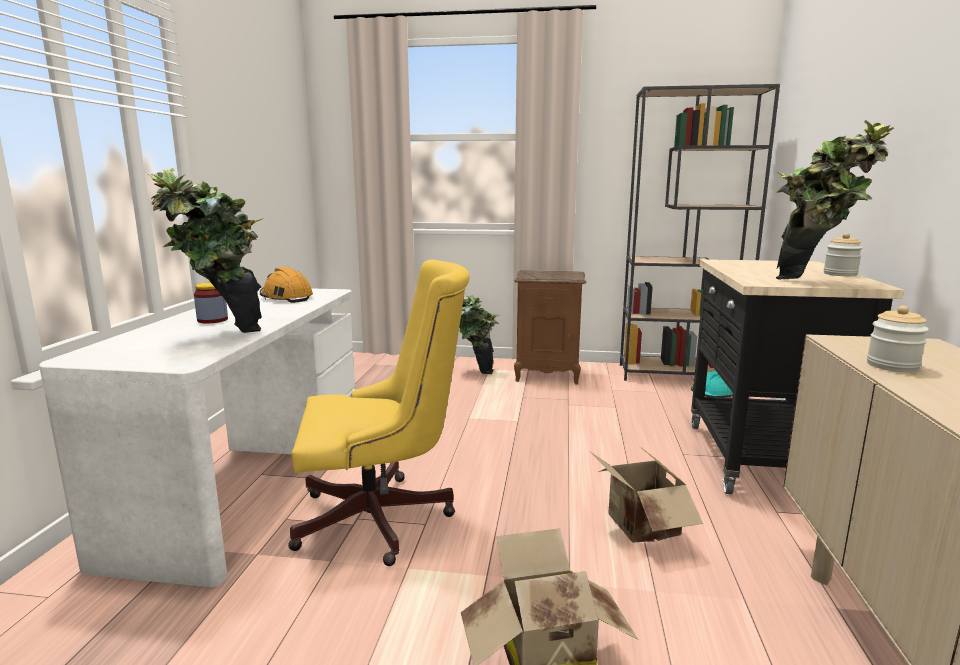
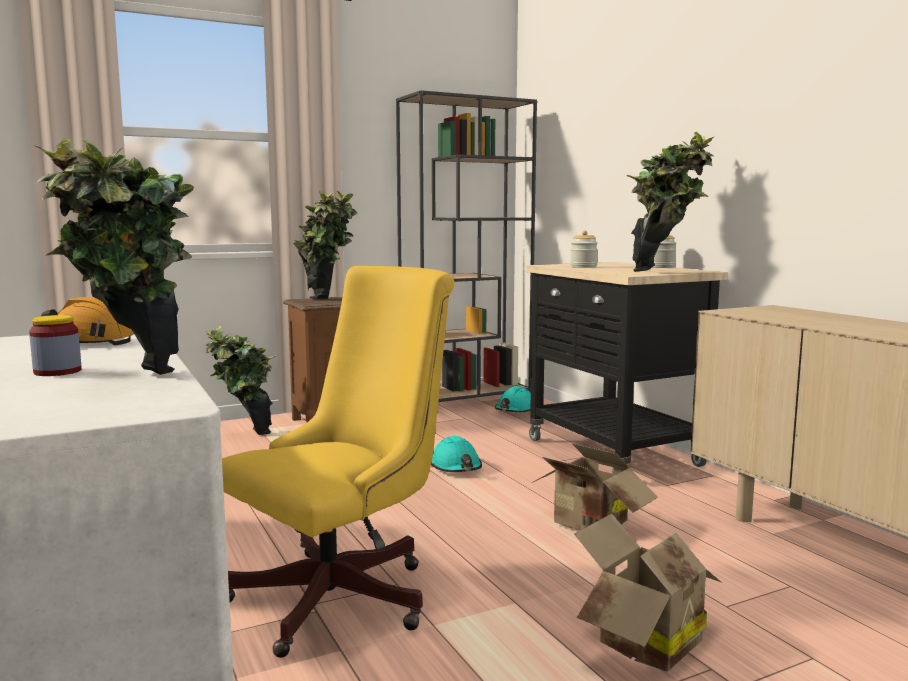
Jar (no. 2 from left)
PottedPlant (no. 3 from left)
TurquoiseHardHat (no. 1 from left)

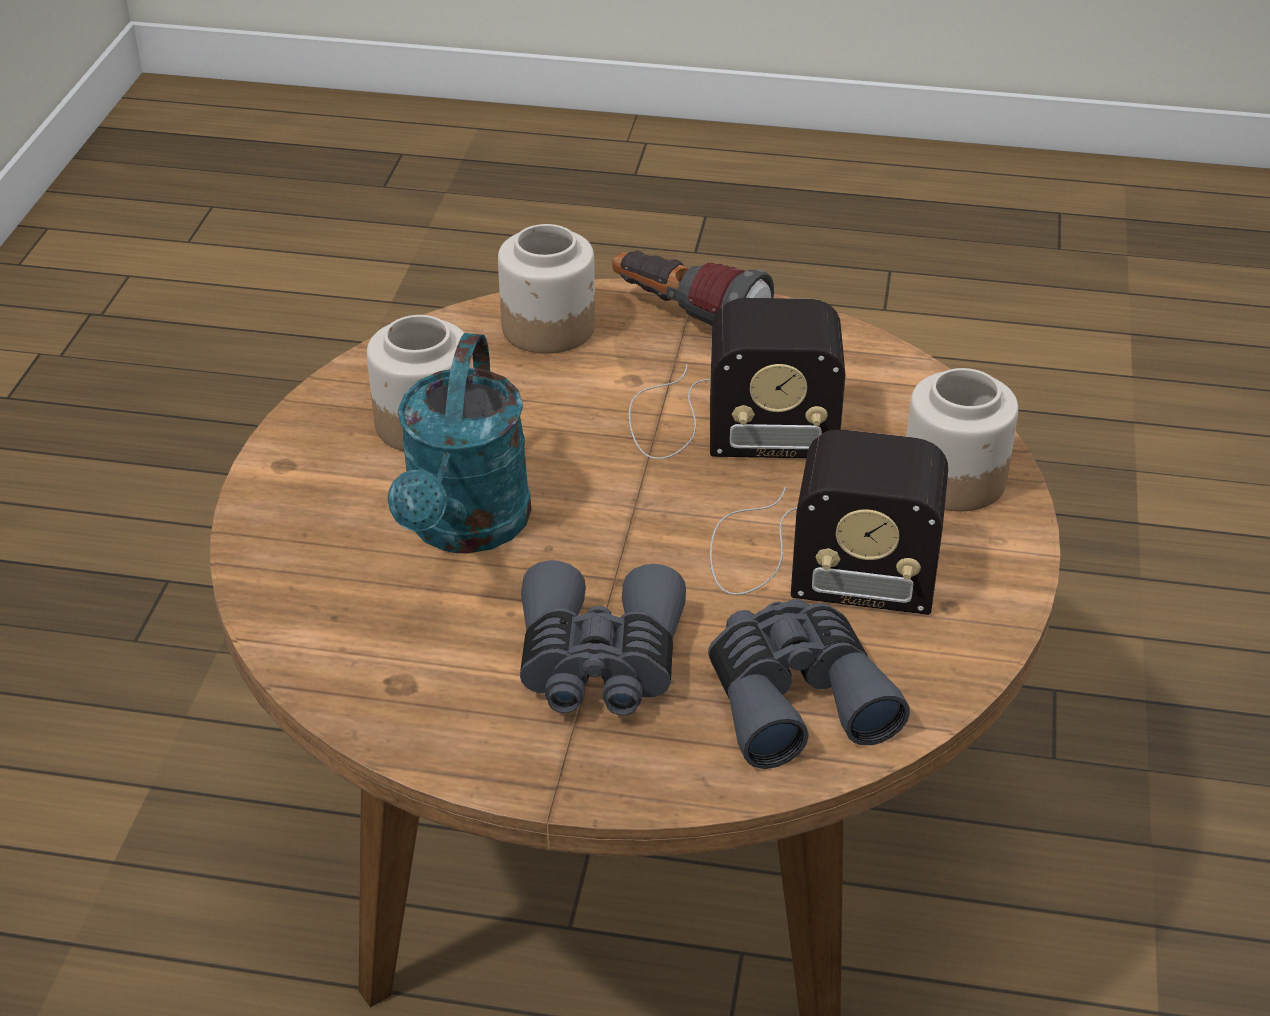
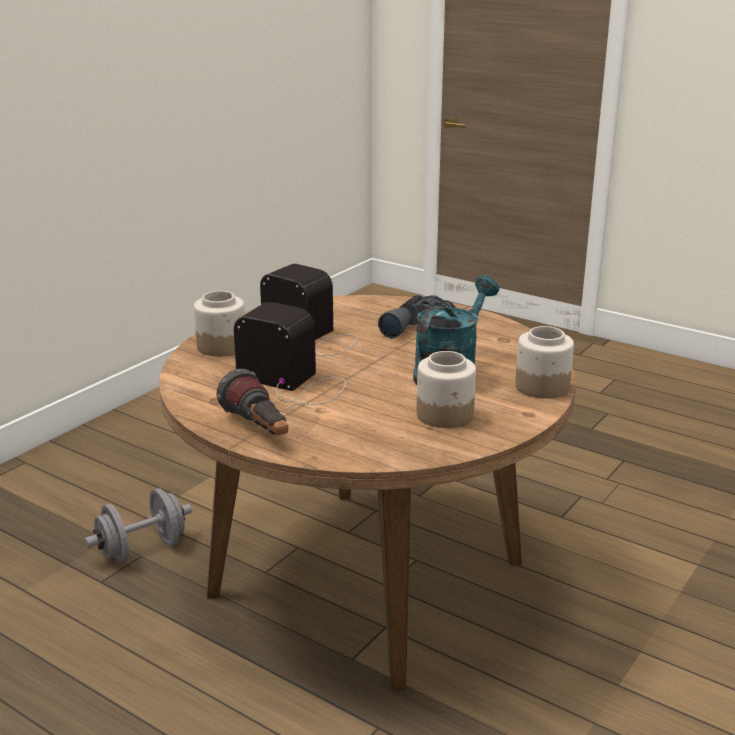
Jar (no. 3 from left)
GreyBinoculars (no. 2 from left in the first image)
GreyDumbbell

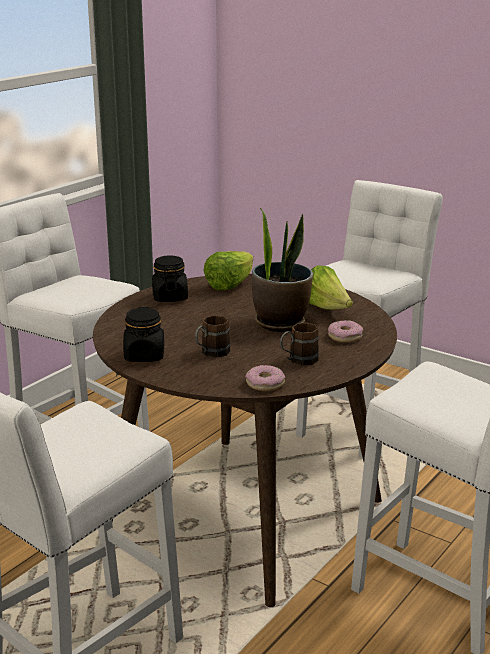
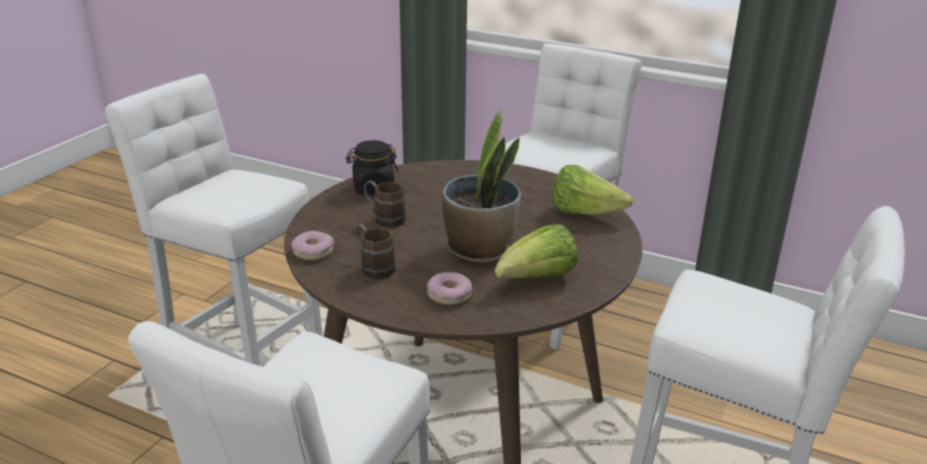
BlackJar (no. 2 from left in the first image)

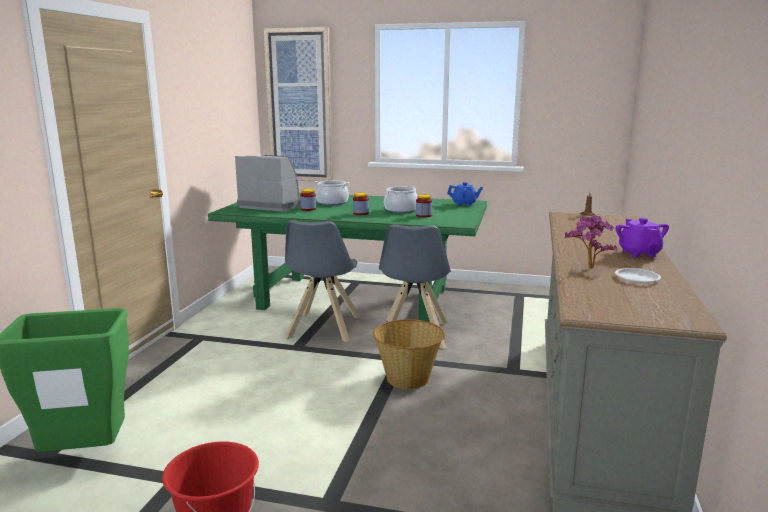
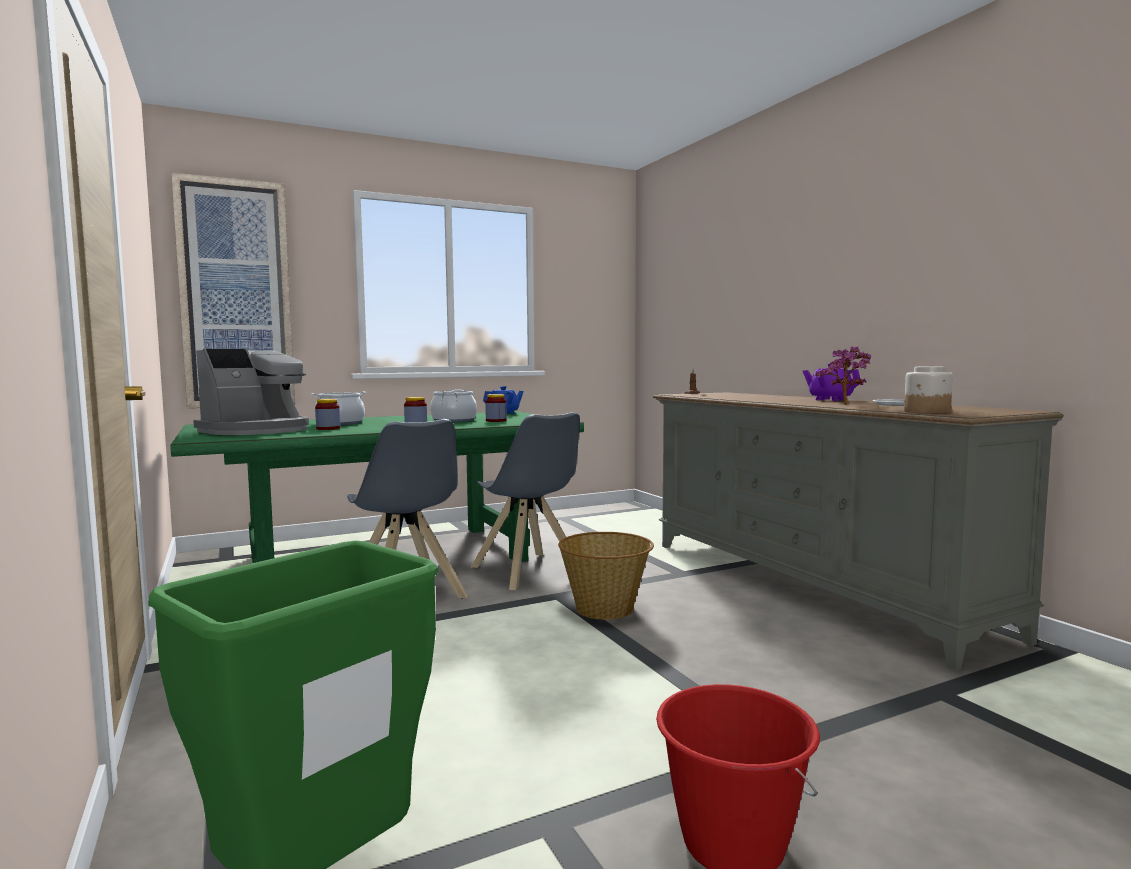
CoffeeMachine
Jar (no. 4 from left)

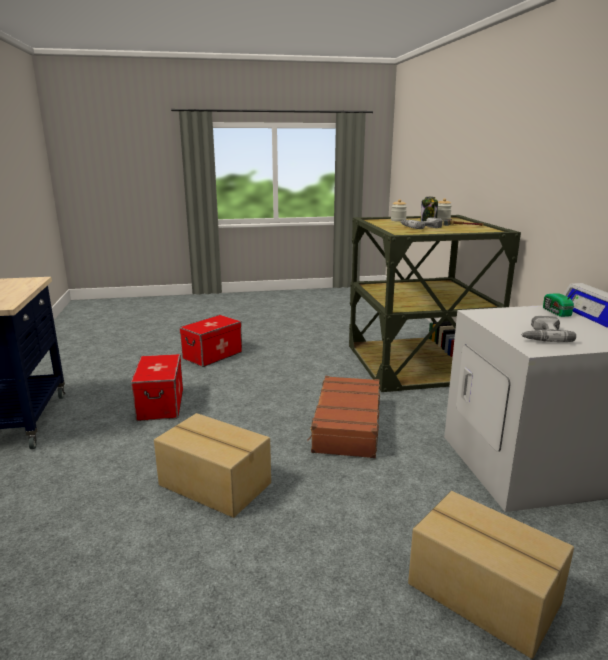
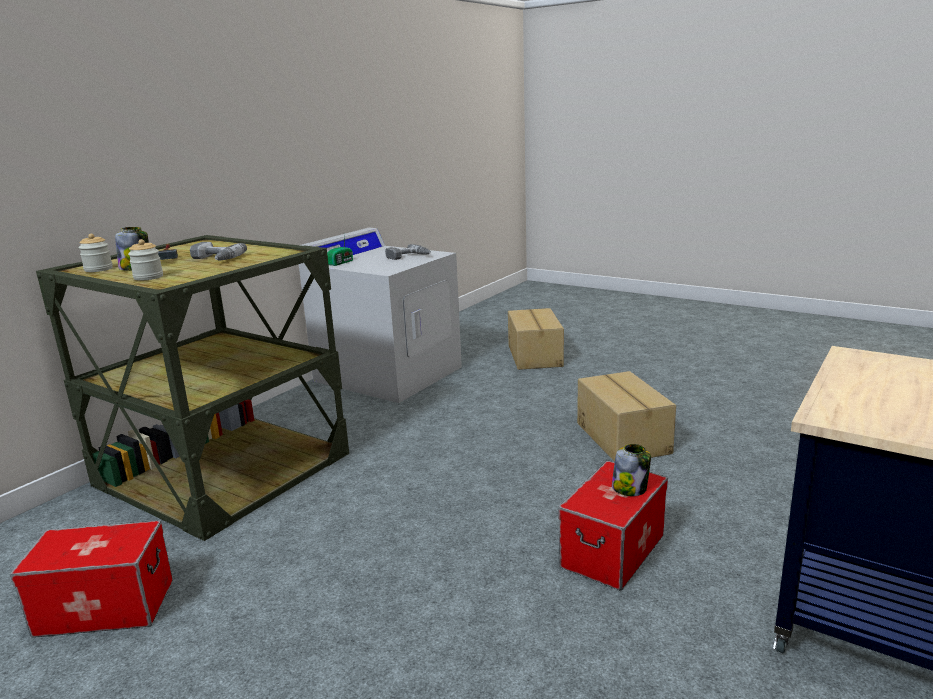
StorageBox (no. 1 from left)
BrownSuitcase
Jar (no. 4 from left)

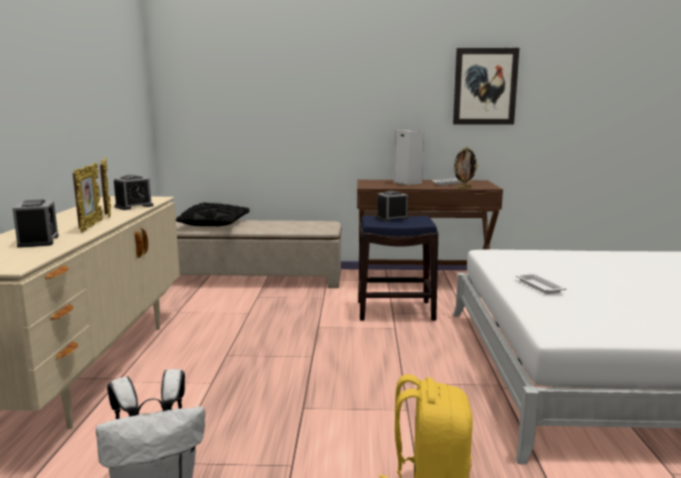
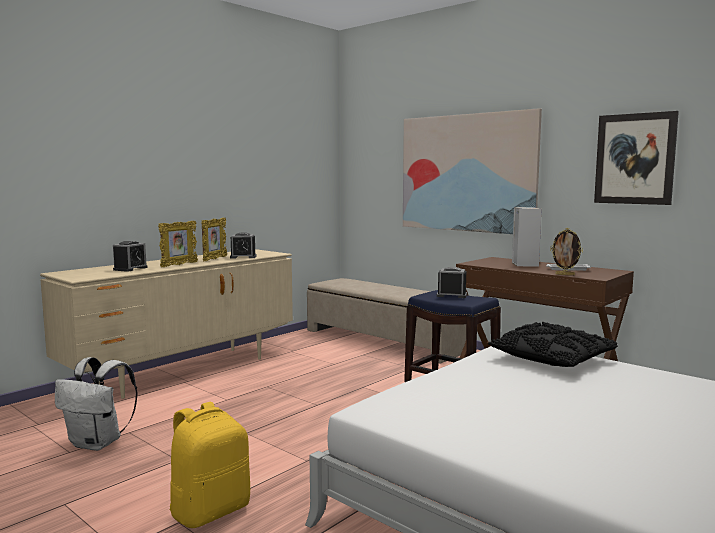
BlackPillow
WhiteTray (no. 2 from left in the first image)
Picture (no. 1 from left)

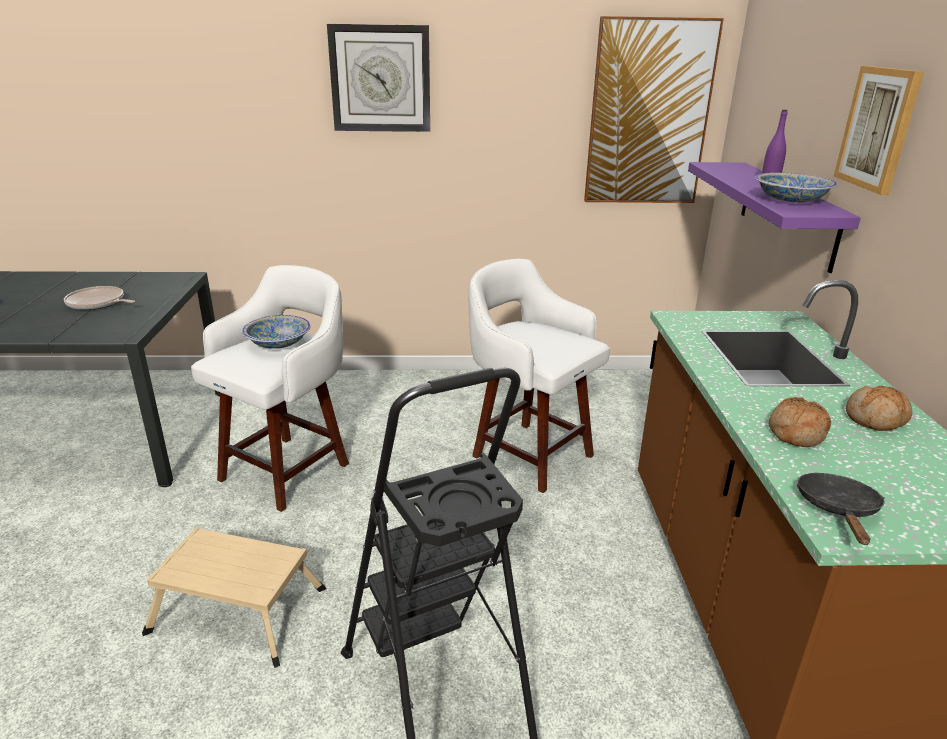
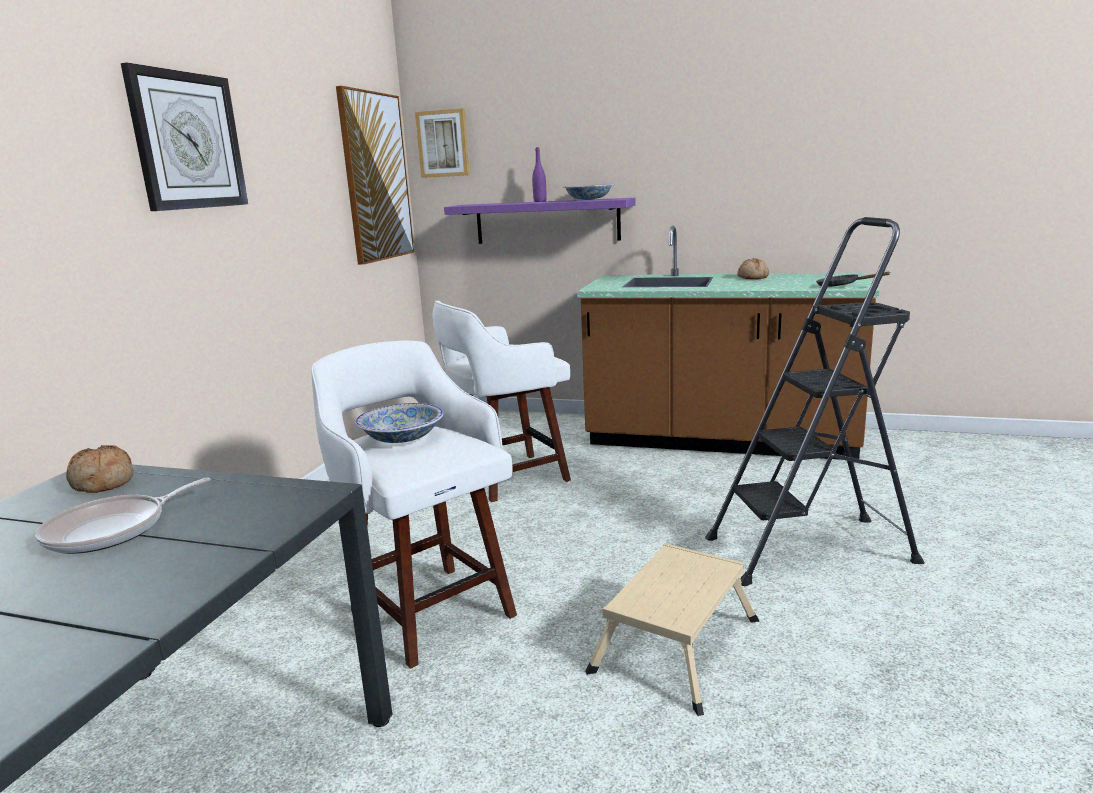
Picture (no. 2 from left)
Bread (no. 1 from left)

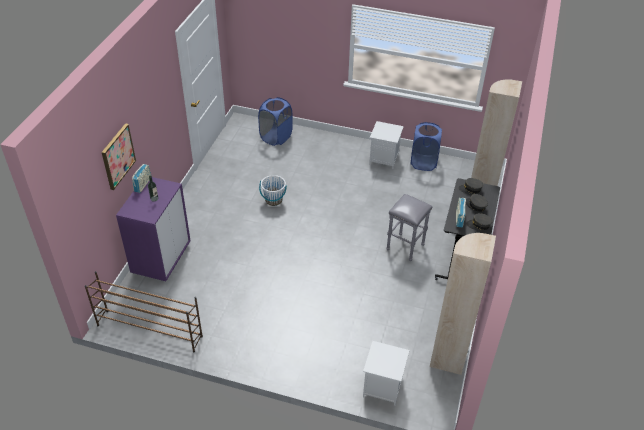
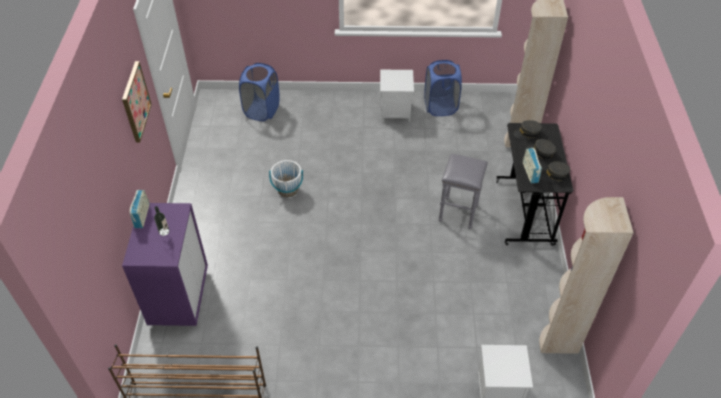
Picture

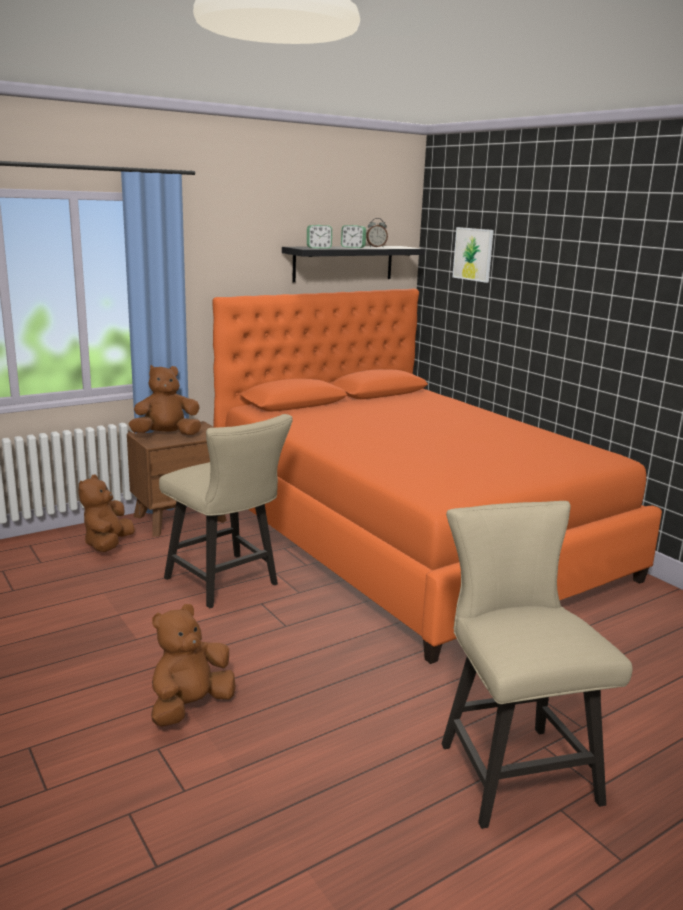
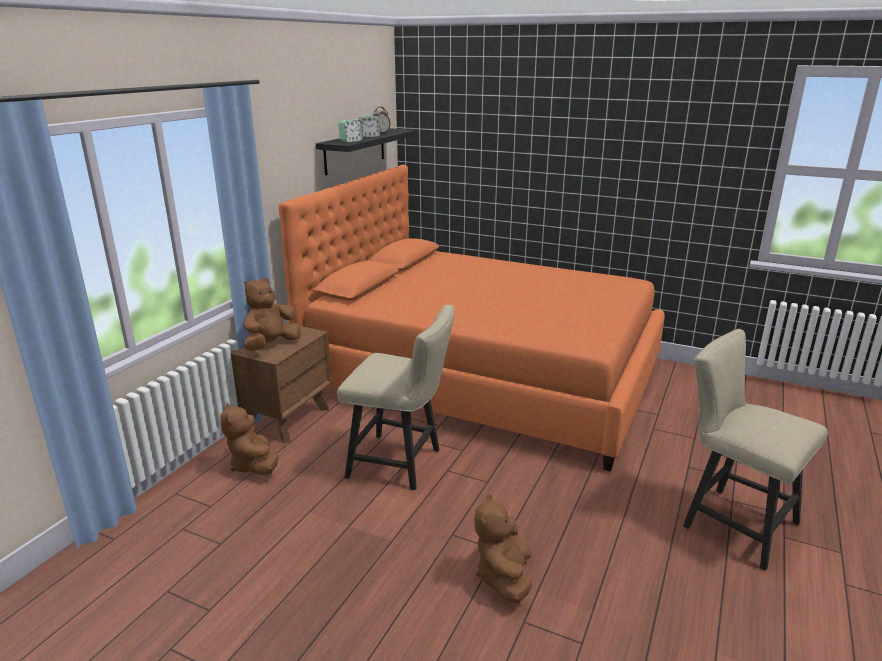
Picture

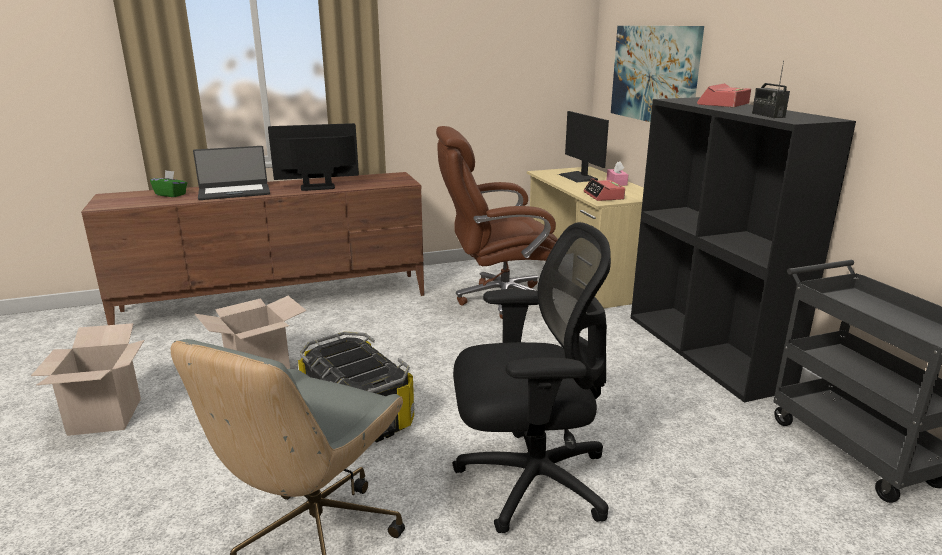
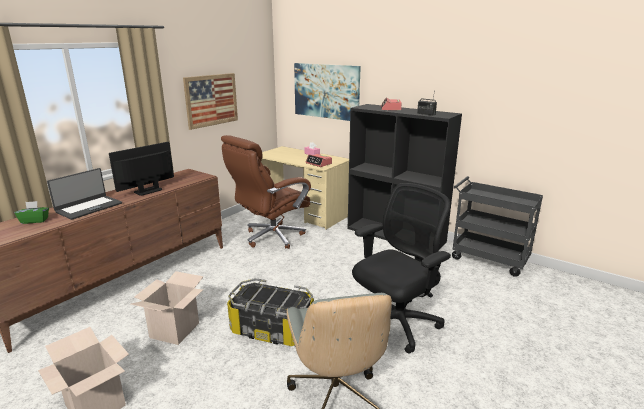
Monitor (no. 2 from left in the first image)
Picture (no. 1 from left)

